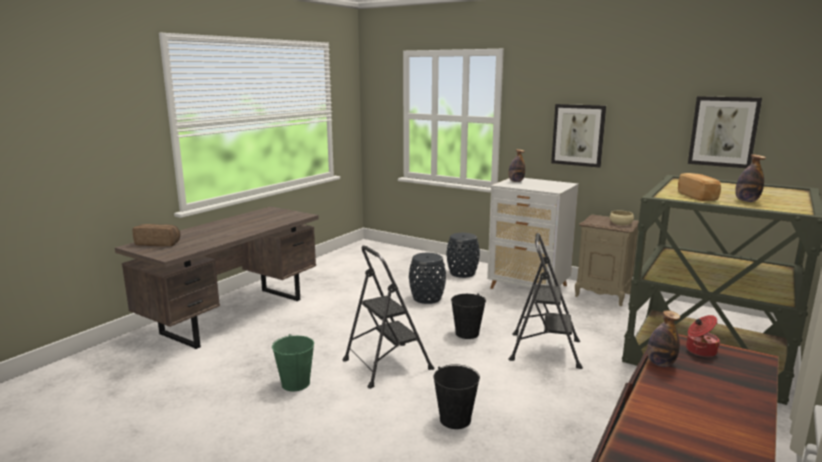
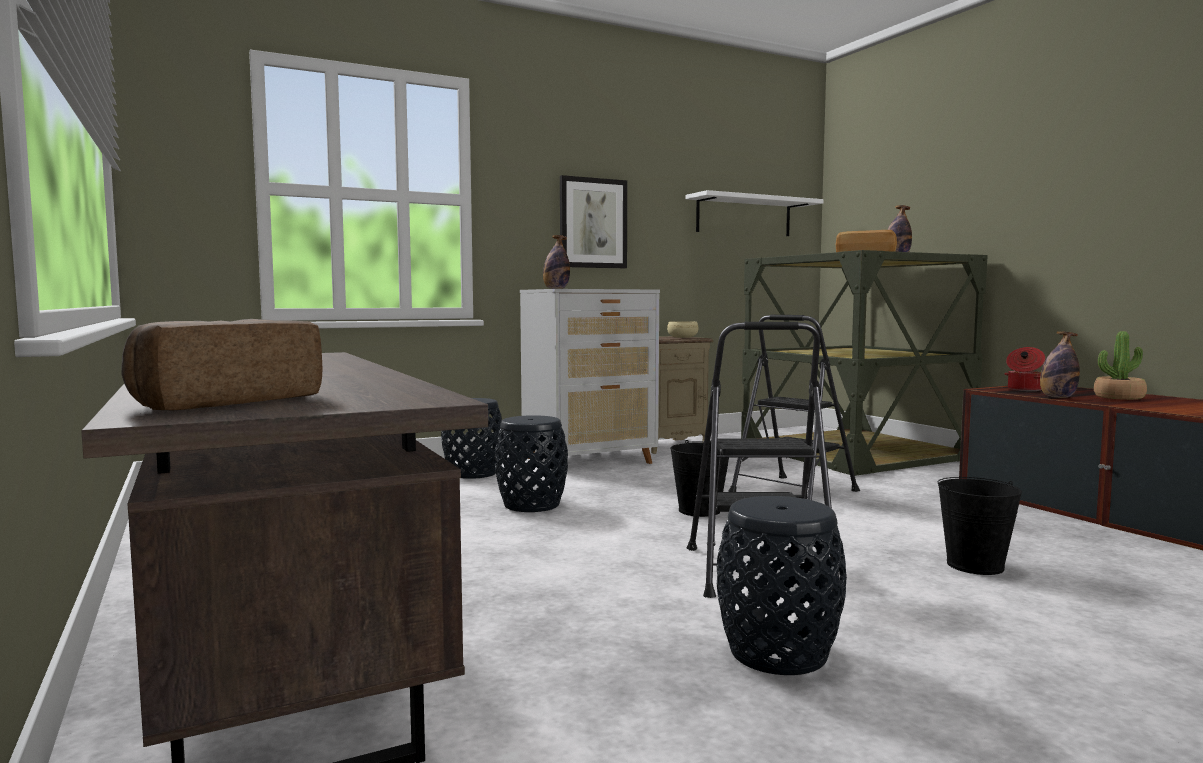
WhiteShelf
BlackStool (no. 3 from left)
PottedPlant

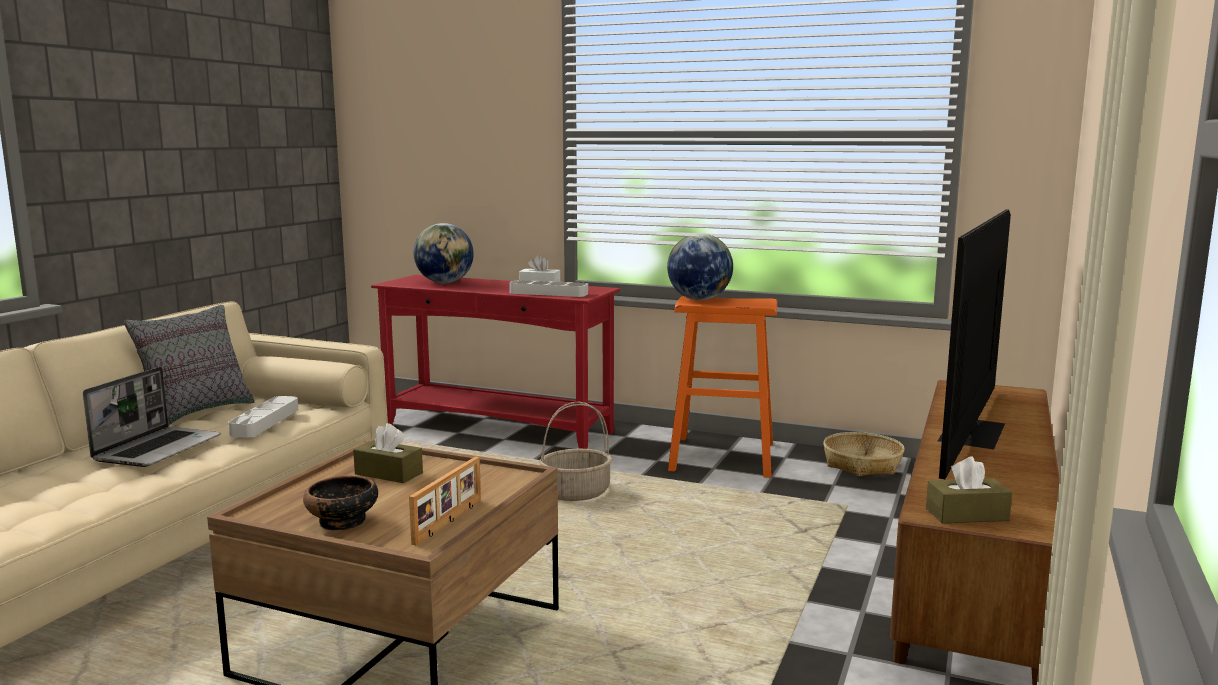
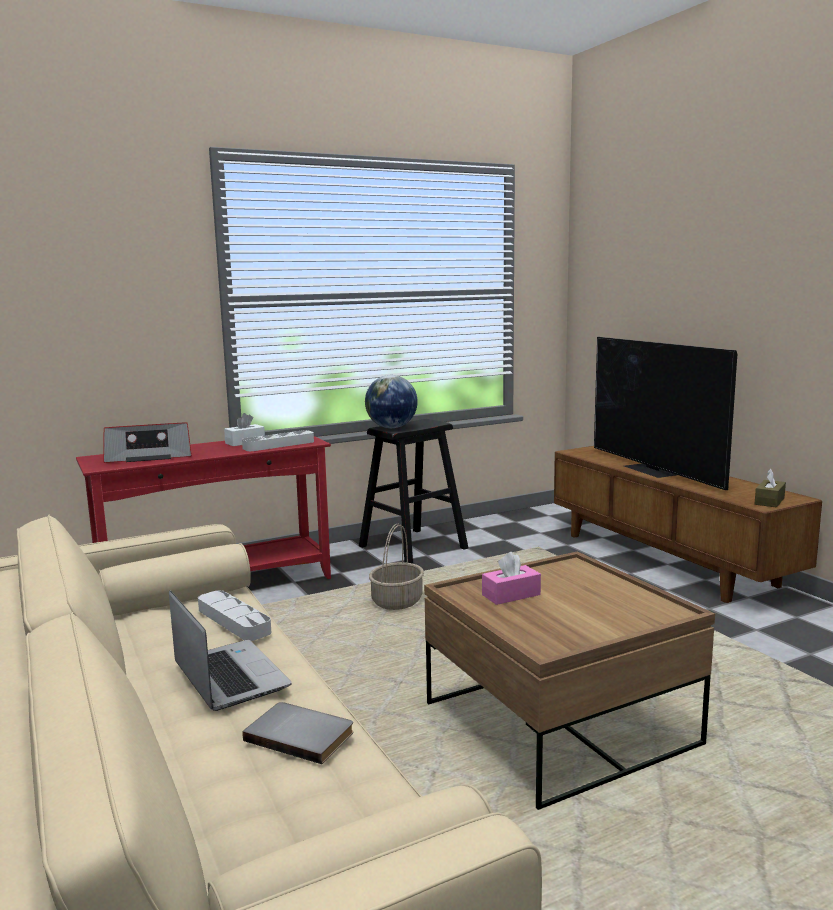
Radio
BlackStool
GreyPillow
PinkTissueBox
Basket (no. 2 from left in the first image)
PictureFrame
Bowl
GreyBook

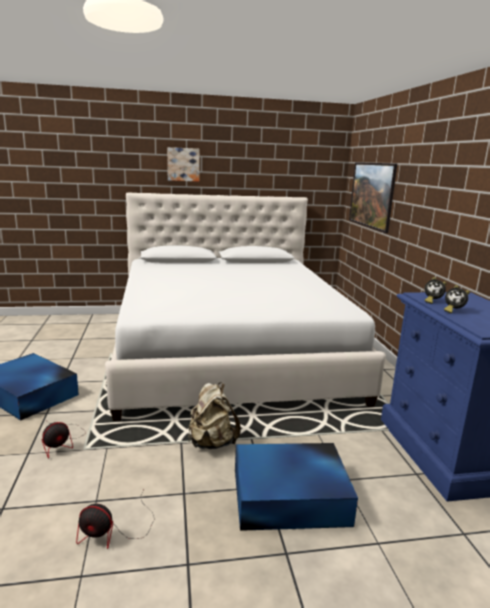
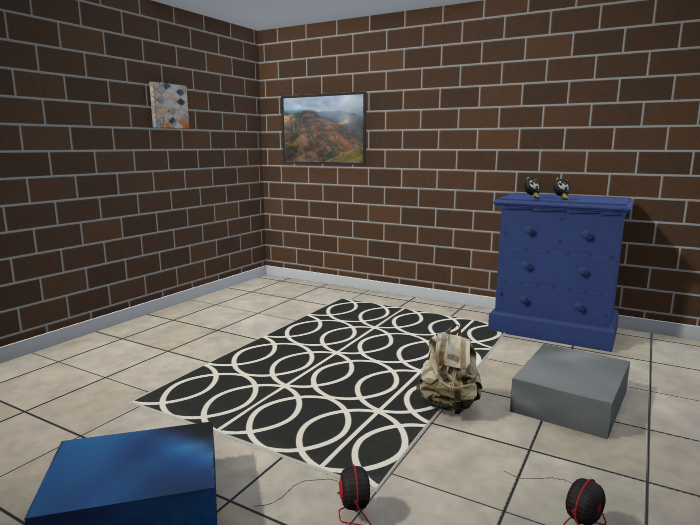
Picture (no. 1 from left)
WhiteBed
GreyStorageBox

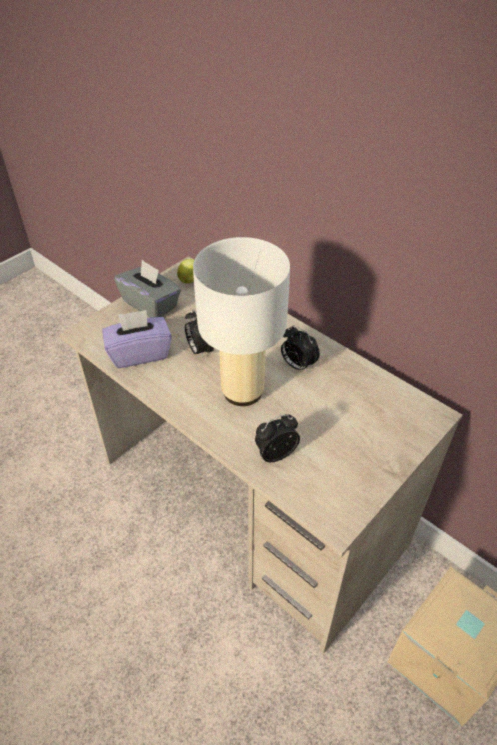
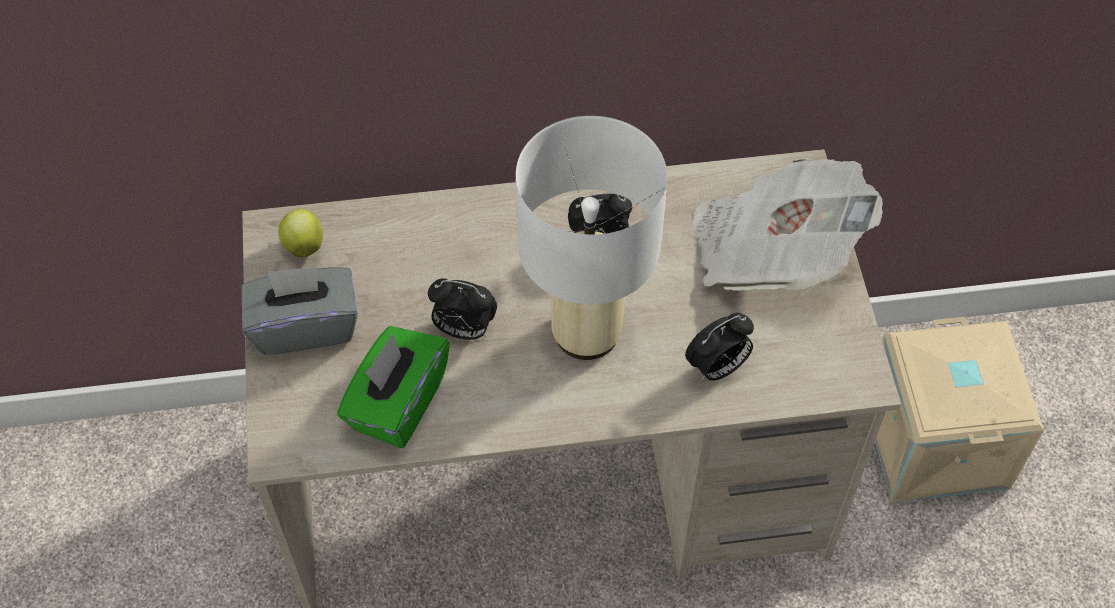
GreenTissueBox
AlarmClock (no. 3 from left)
Newspaper

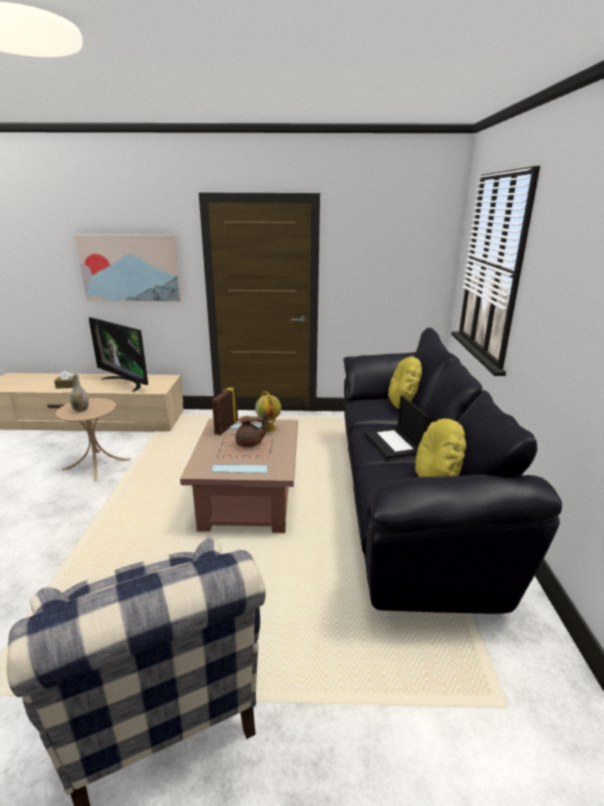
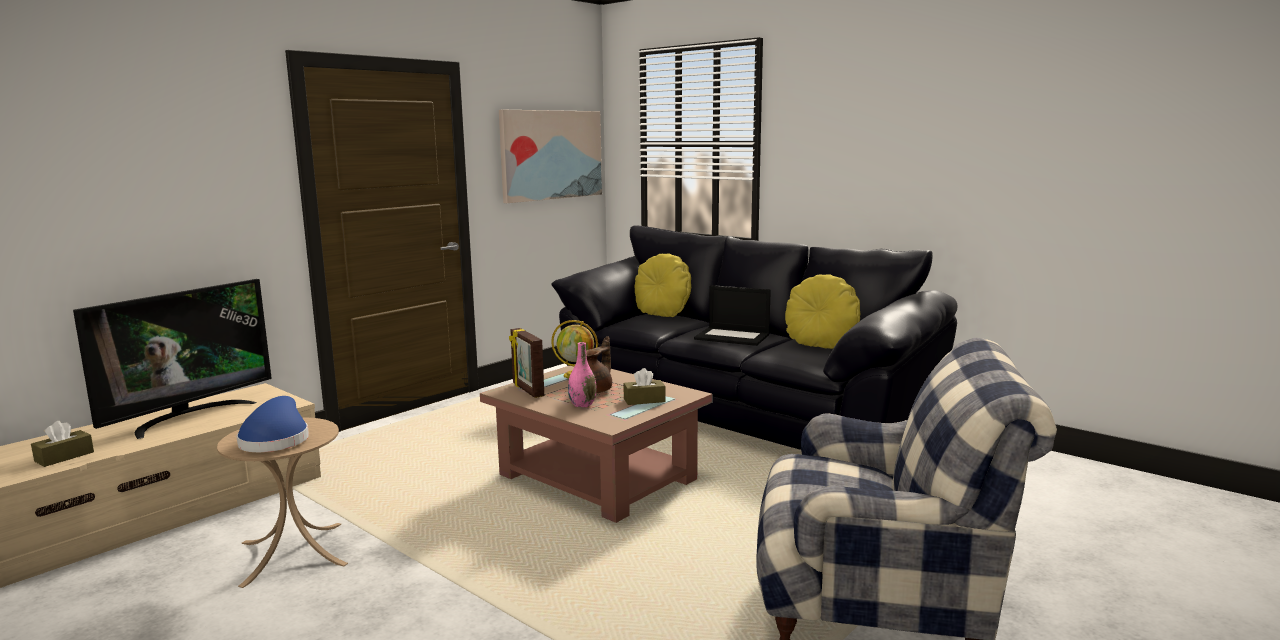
Picture
Television
BlueHat
PinkVase
BrownTissueBox (no. 2 from left)

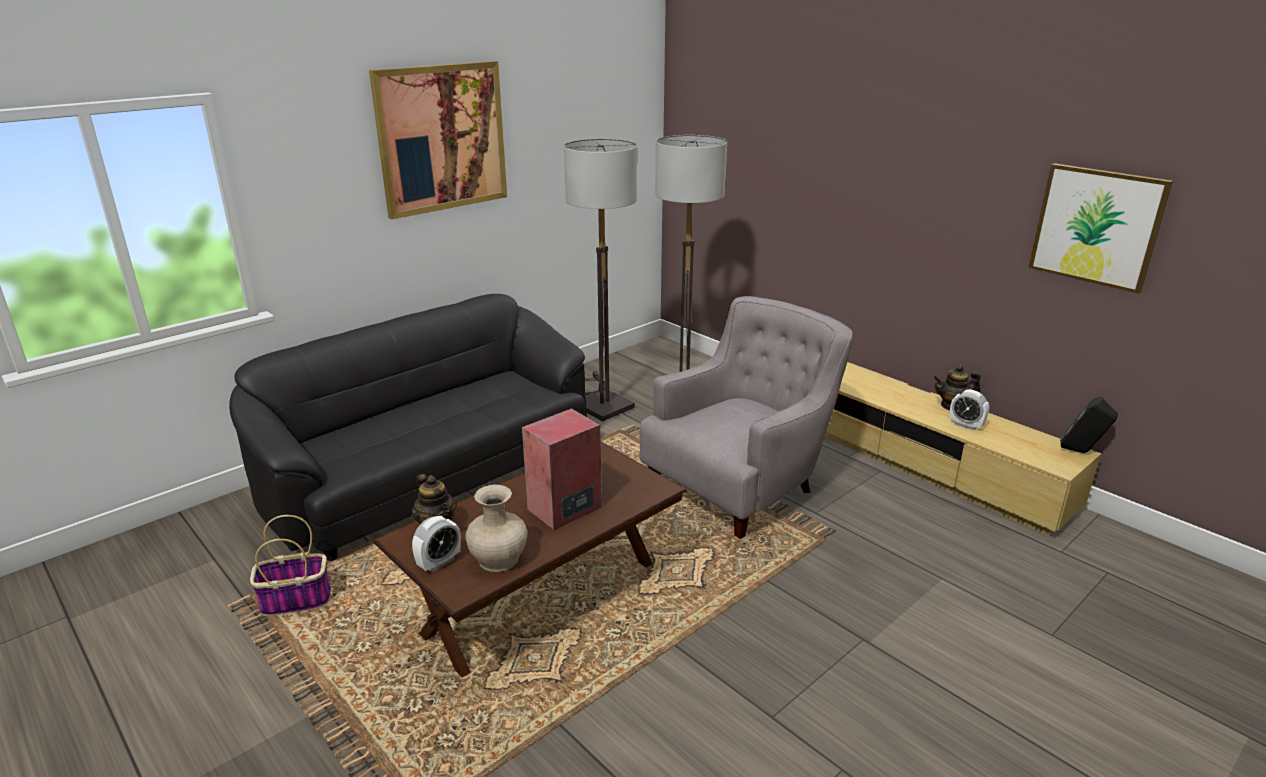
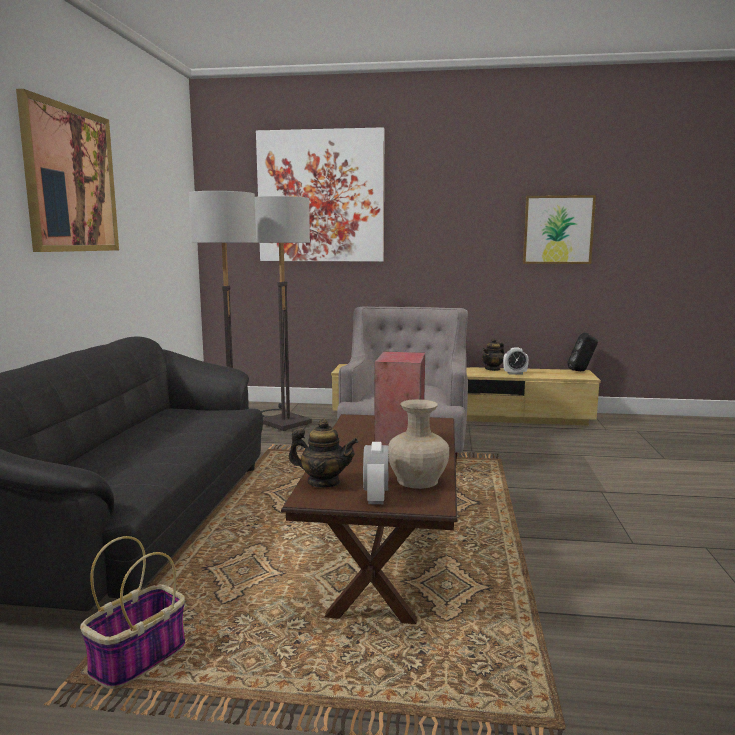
Picture (no. 2 from left)

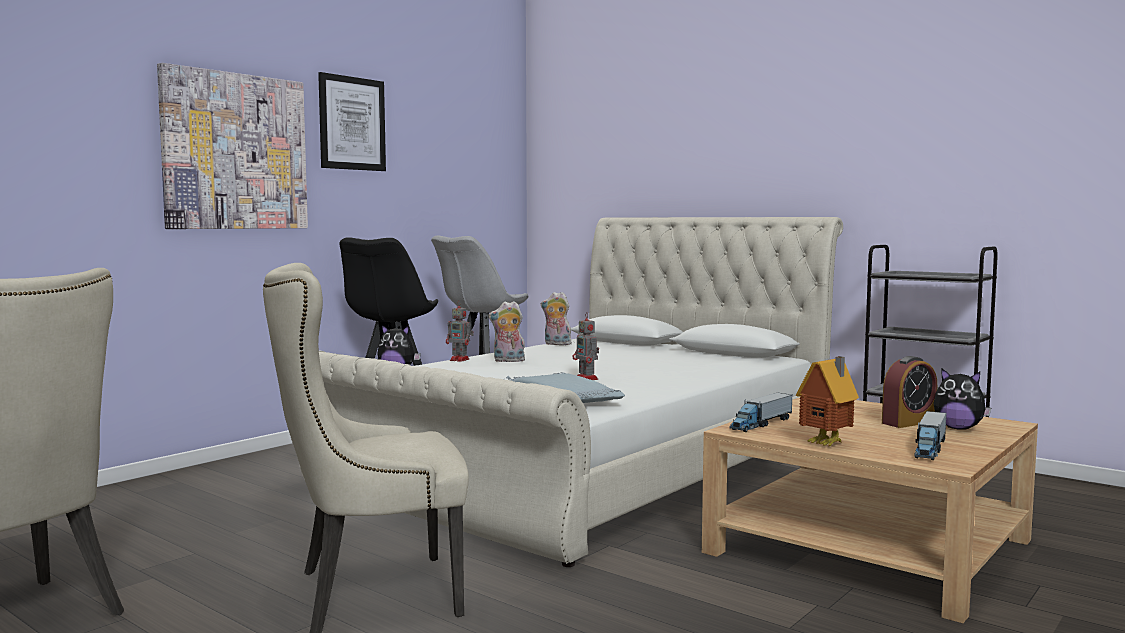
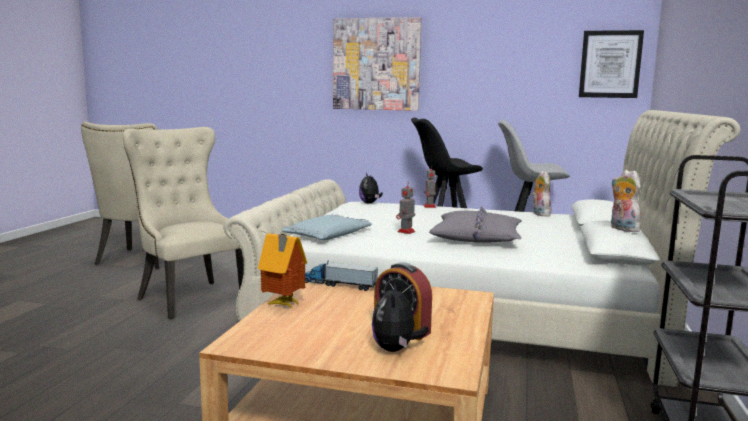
Picture (no. 2 from left)
PlushToy (no. 4 from left)
ToyTruck (no. 2 from left in the first image)
GreyPillow

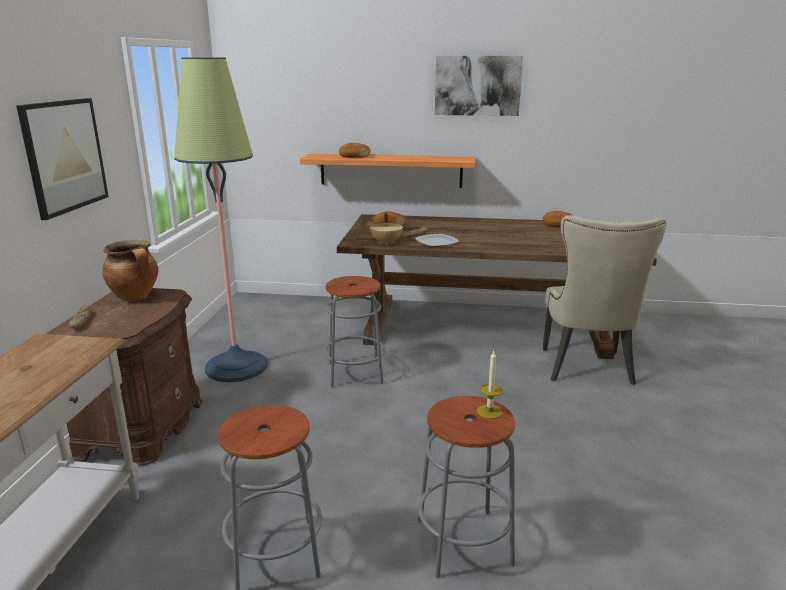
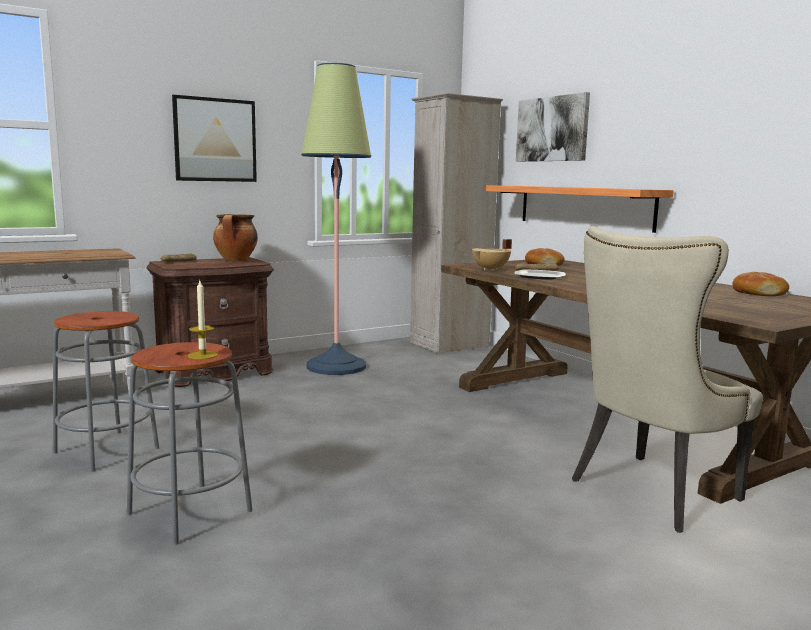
Picture (no. 2 from left)
Bread (no. 2 from left in the first image)
GreyStool (no. 2 from left in the first image)
BeigeCabinet

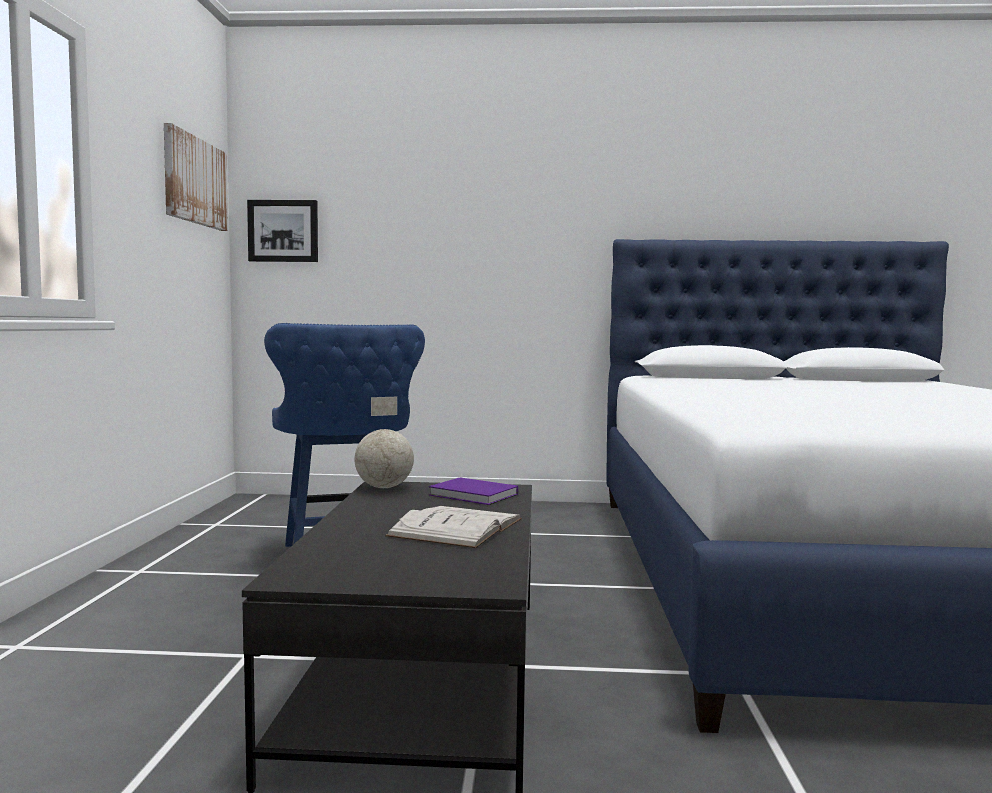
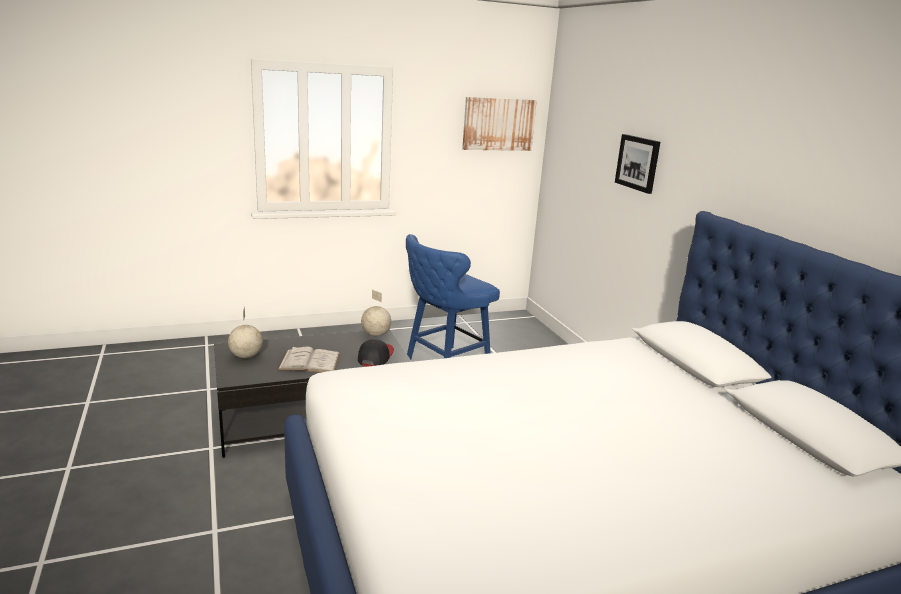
Picture (no. 2 from left)
Cap
Globe (no. 1 from left)

